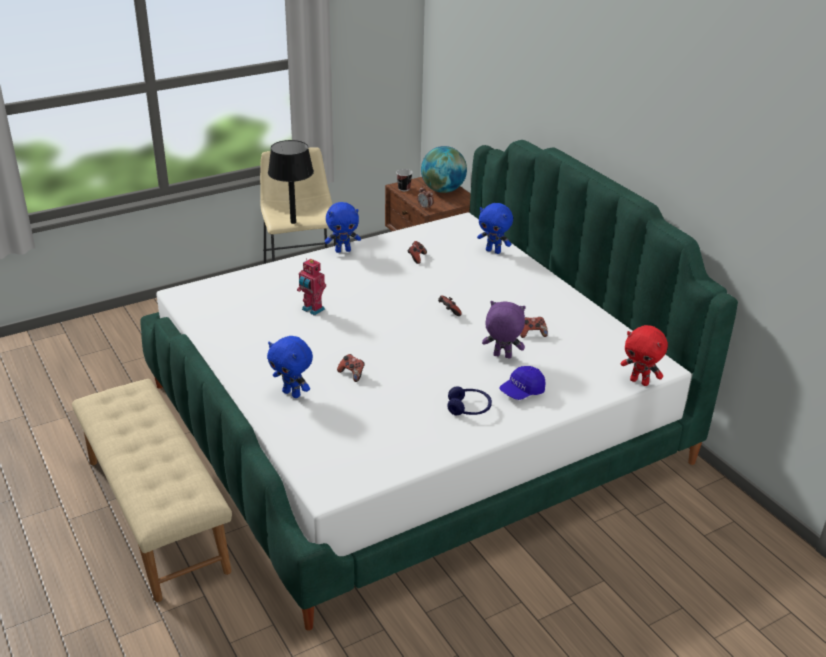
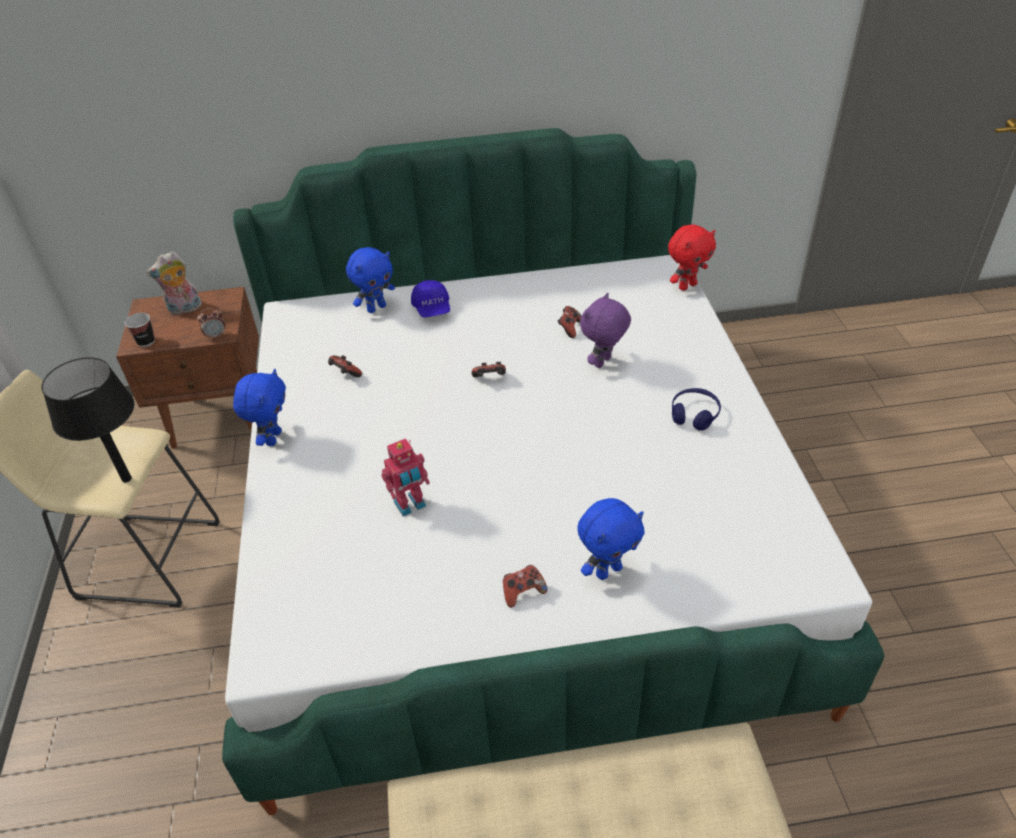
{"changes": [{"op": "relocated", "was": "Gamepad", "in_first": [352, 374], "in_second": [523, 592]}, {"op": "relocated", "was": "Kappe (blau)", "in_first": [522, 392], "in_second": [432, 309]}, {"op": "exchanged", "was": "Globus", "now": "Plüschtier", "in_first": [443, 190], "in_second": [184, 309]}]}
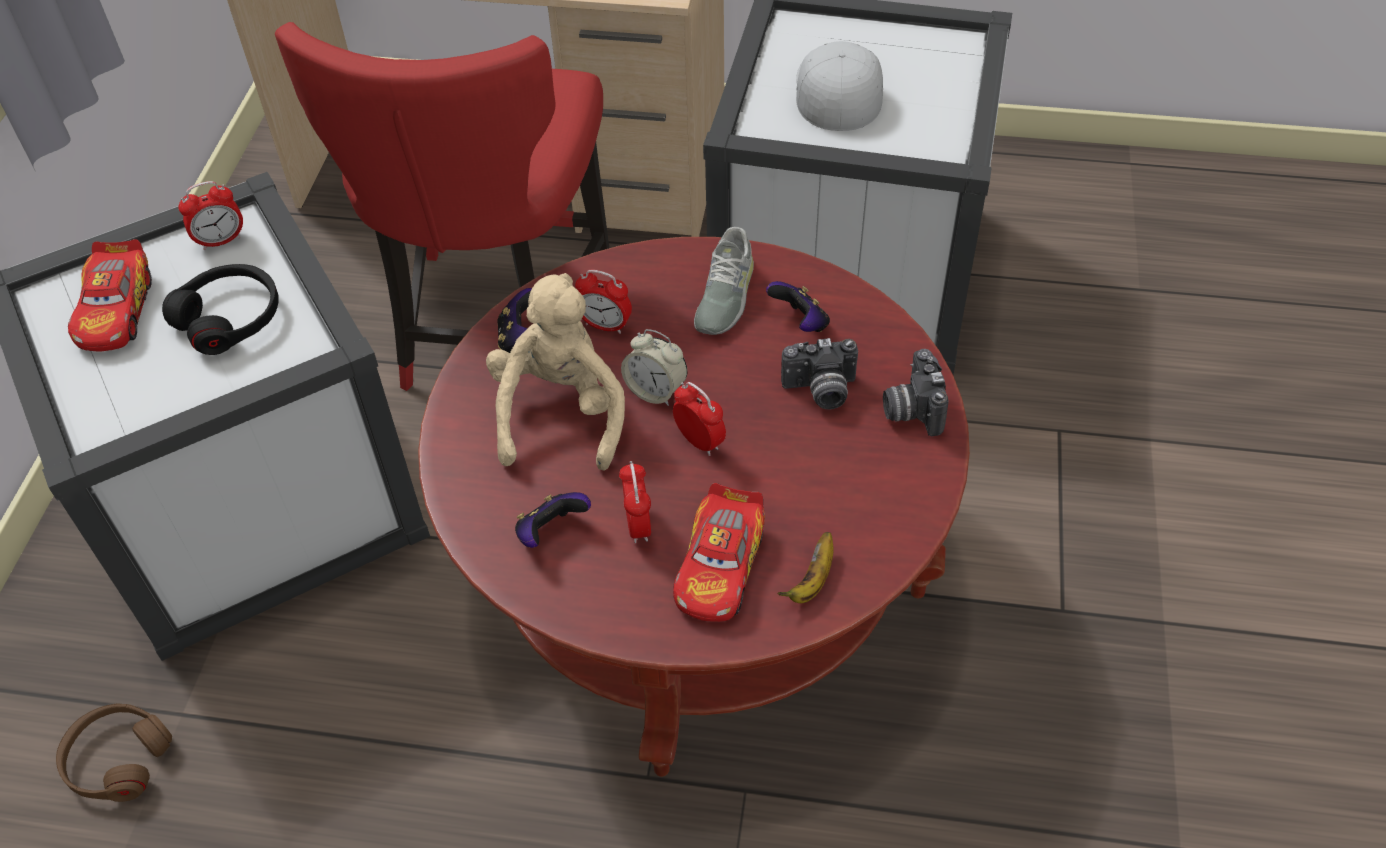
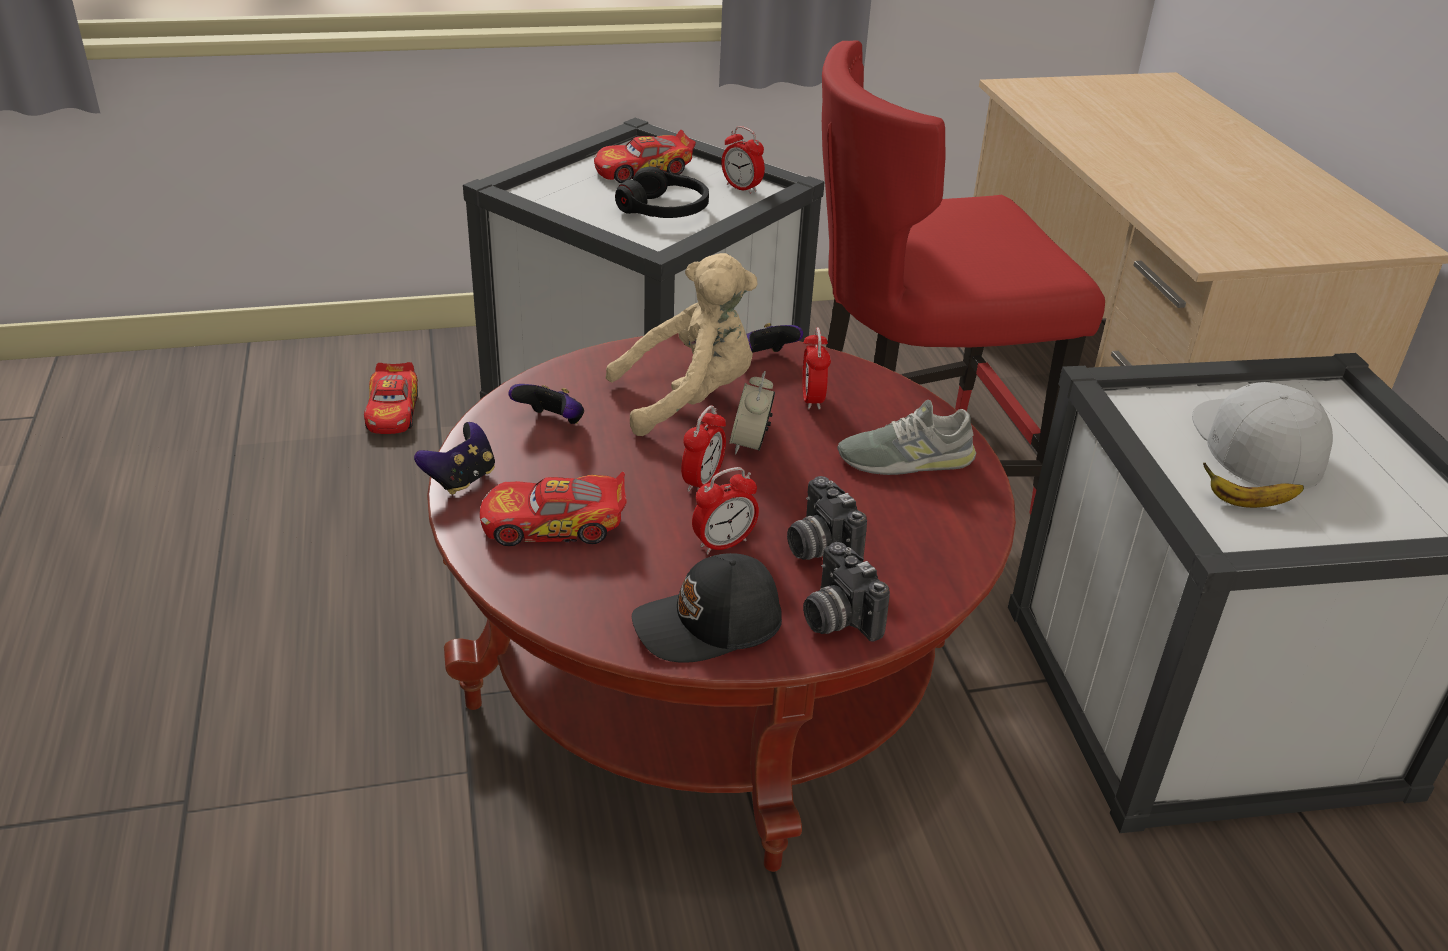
{"changes": [{"op": "appeared", "now": "Kappe (schwarz)", "in_second": [709, 626]}, {"op": "relocated", "was": "Wecker", "in_first": [638, 525], "in_second": [723, 544]}, {"op": "relocated", "was": "Gamepad", "in_first": [800, 323], "in_second": [461, 479]}, {"op": "relocated", "was": "Banane", "in_first": [812, 581], "in_second": [1247, 503]}, {"op": "exchanged", "was": "Kopfhörer (braun)", "now": "Spielzeugauto", "in_first": [118, 759], "in_second": [393, 411]}, {"op": "spun", "was": "Kappe (weiß)", "in_first": [837, 90], "in_second": [1255, 442], "clockwise": -75}, {"op": "spun", "was": "Kamera", "in_first": [911, 409], "in_second": [836, 618], "clockwise": -90}]}
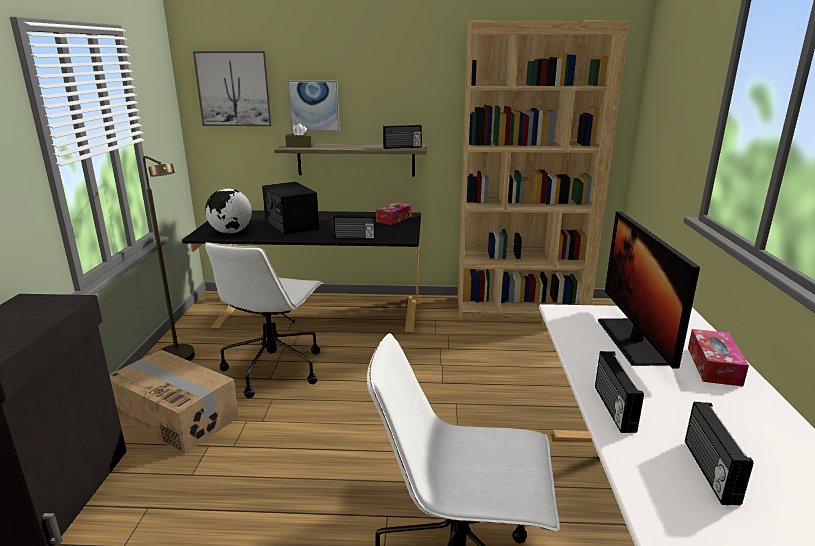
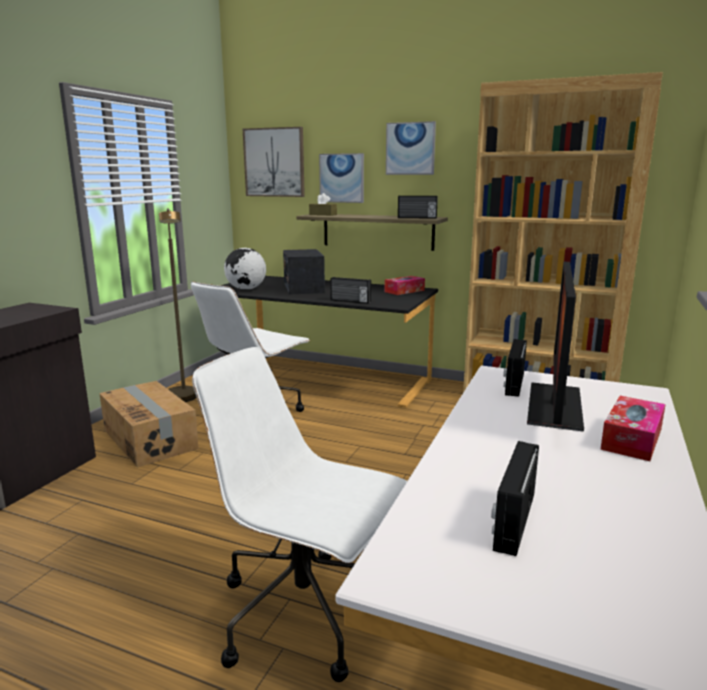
{"changes": [{"op": "appeared", "now": "Bild", "in_second": [410, 148]}, {"op": "relocated", "was": "Radio", "in_first": [612, 408], "in_second": [513, 384]}]}
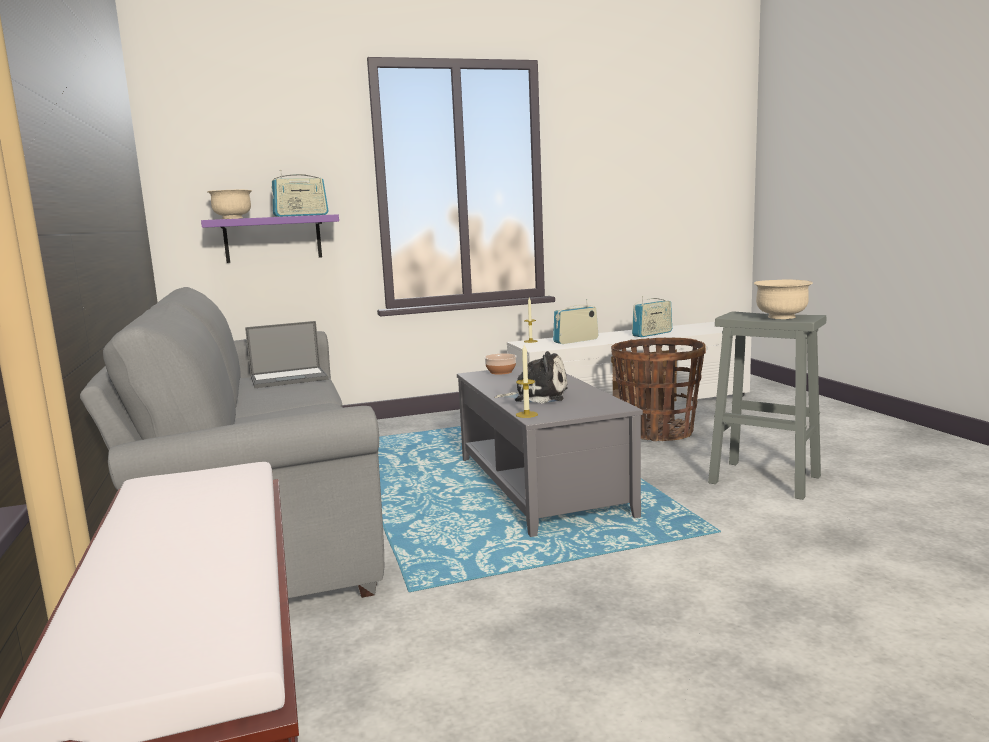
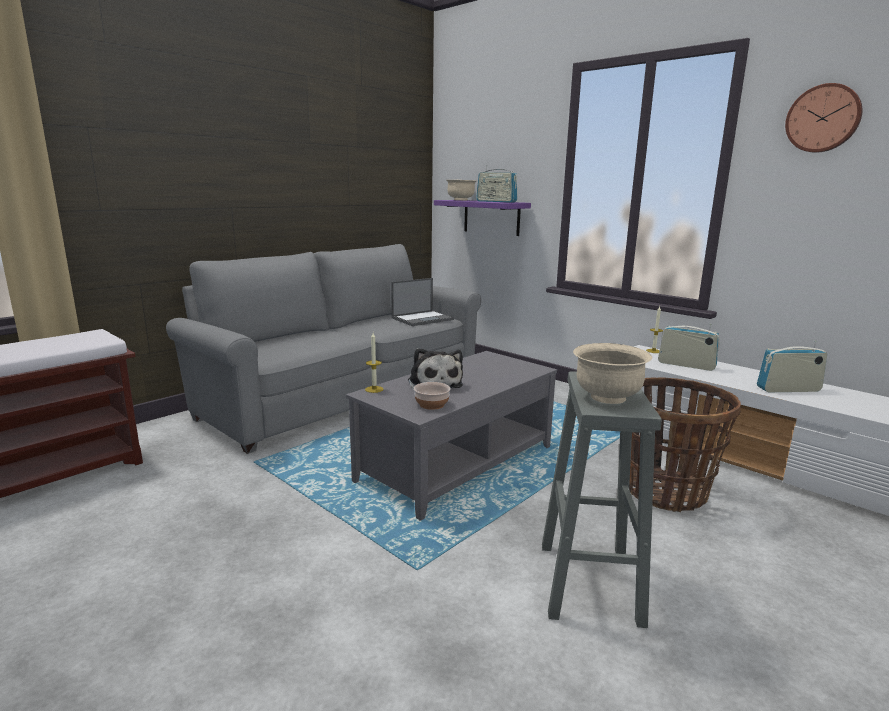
{"changes": [{"op": "appeared", "now": "Wanduhr", "in_second": [823, 118]}, {"op": "relocated", "was": "Schüssel", "in_first": [500, 372], "in_second": [432, 404]}, {"op": "spun", "was": "Laptop", "in_first": [290, 378], "in_second": [423, 319], "clockwise": -75}, {"op": "spun", "was": "Radio", "in_first": [652, 334], "in_second": [788, 389], "clockwise": 150}]}
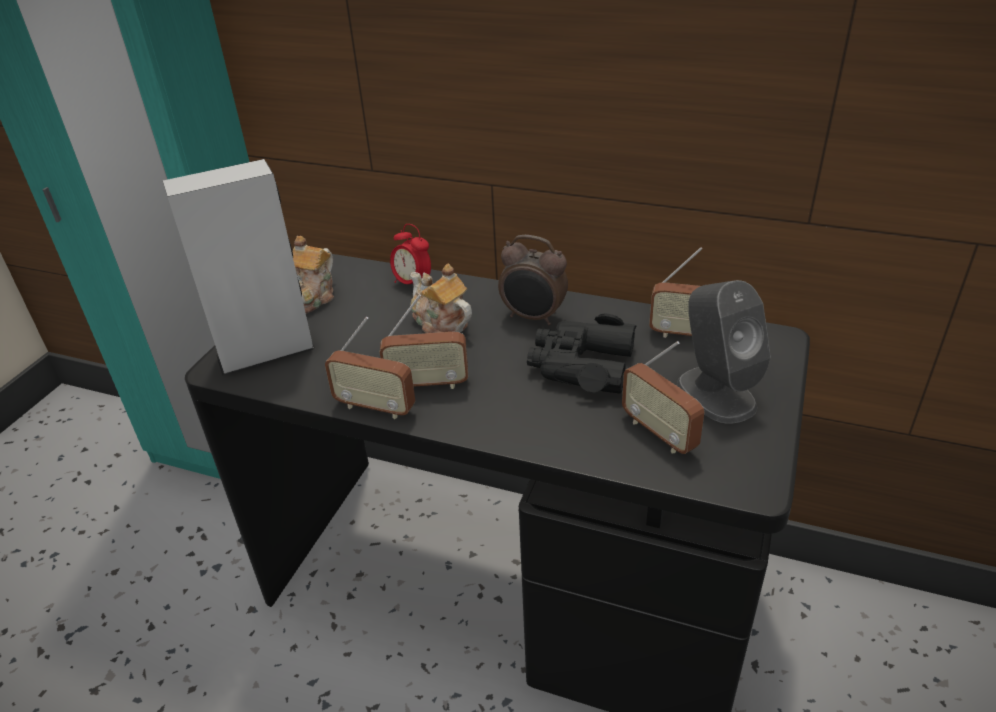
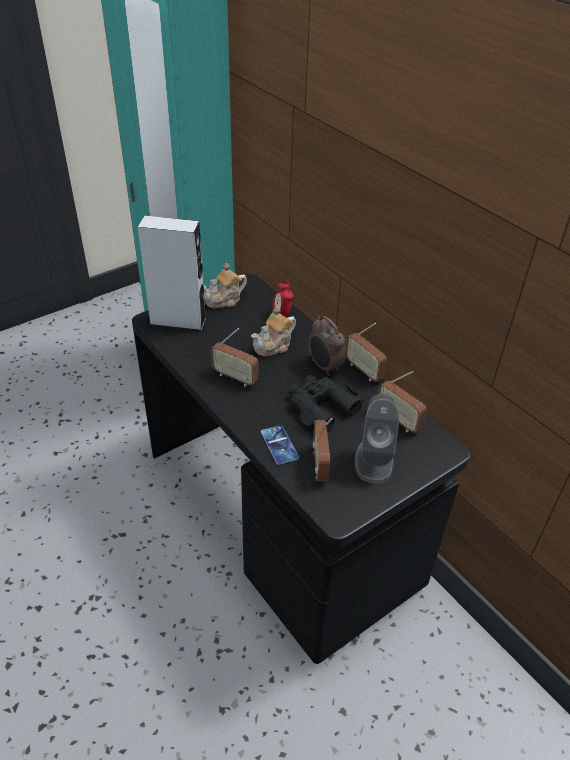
{"changes": [{"op": "appeared", "now": "Handy", "in_second": [279, 445]}, {"op": "relocated", "was": "Radio", "in_first": [375, 407], "in_second": [363, 370]}, {"op": "spun", "was": "Teekanne", "in_first": [440, 322], "in_second": [274, 346], "clockwise": -120}]}
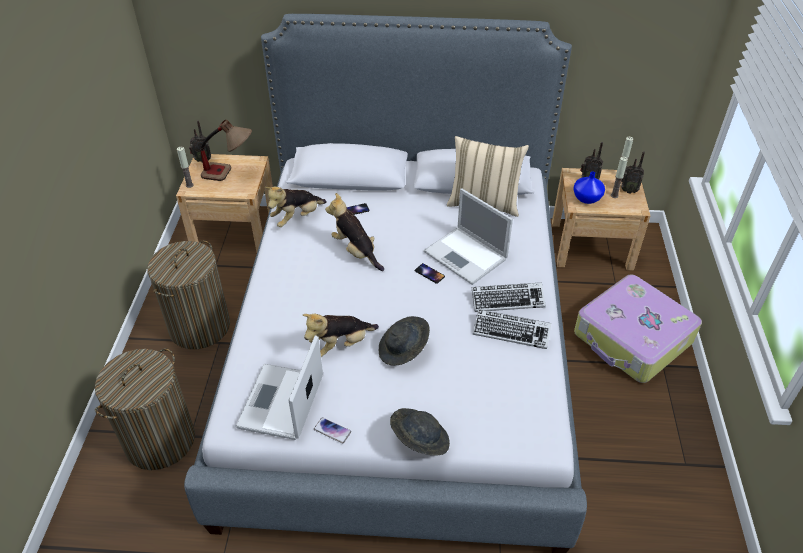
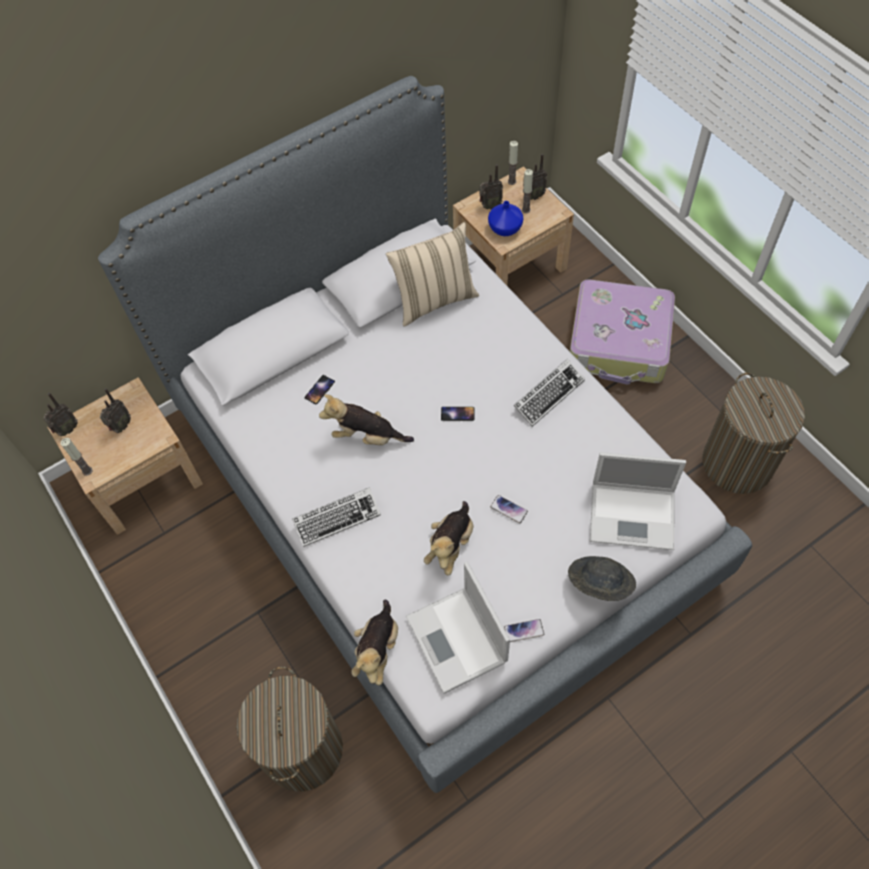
{"changes": [{"op": "relocated", "was": "Wäschekorb", "in_first": [199, 327], "in_second": [737, 463]}, {"op": "relocated", "was": "Plüschtier", "in_first": [297, 218], "in_second": [377, 650]}, {"op": "relocated", "was": "Laptop", "in_first": [466, 256], "in_second": [634, 515]}, {"op": "relocated", "was": "Tastatur", "in_first": [511, 332], "in_second": [337, 518]}, {"op": "exchanged", "was": "Tischlampe", "now": "Radio", "in_first": [231, 174], "in_second": [120, 427]}, {"op": "exchanged", "was": "Hut (grau)", "now": "Handy", "in_first": [403, 350], "in_second": [508, 509]}]}
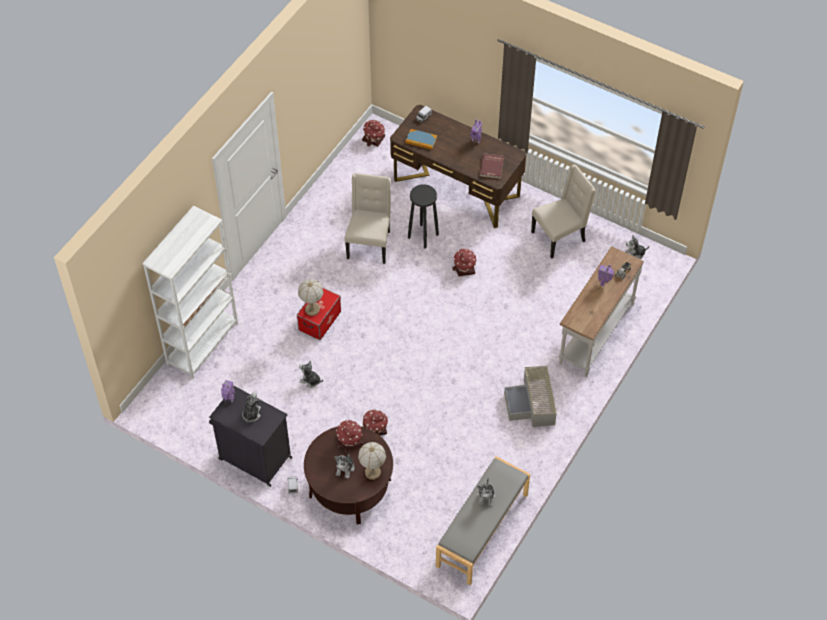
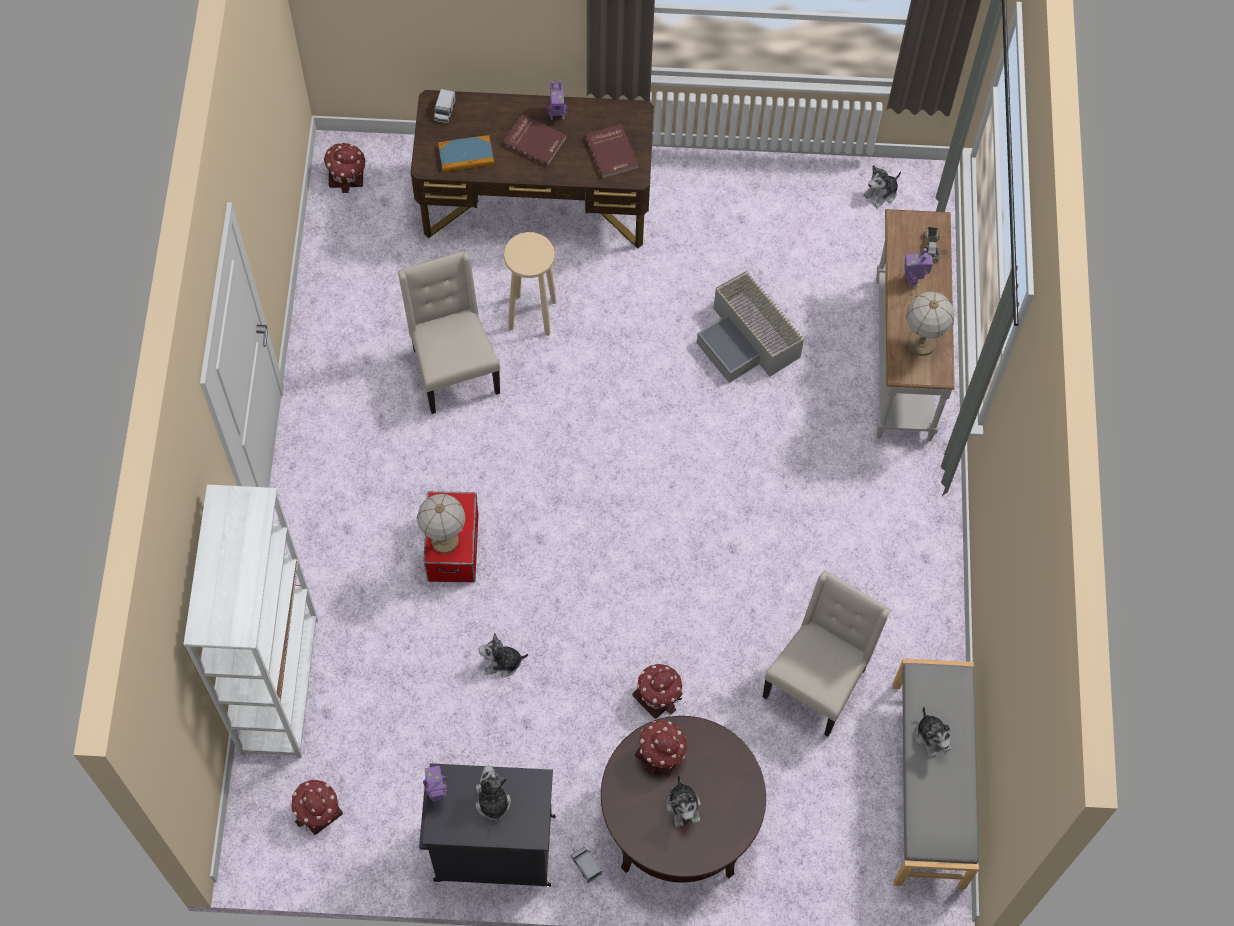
{"changes": [{"op": "appeared", "now": "Buch (rot)", "in_second": [535, 141]}, {"op": "relocated", "was": "Tischlampe", "in_first": [372, 472], "in_second": [921, 344]}, {"op": "relocated", "was": "Spielzeughaus", "in_first": [464, 268], "in_second": [318, 811]}, {"op": "relocated", "was": "Aufbewahrungsbox (grau)", "in_first": [532, 404], "in_second": [748, 340]}, {"op": "relocated", "was": "Stuhl (beige)", "in_first": [559, 237], "in_second": [816, 682]}, {"op": "colour", "was": "Hocker (schwarz)", "now": "Hocker (beige)", "in_first": [422, 235], "in_second": [531, 314]}]}
